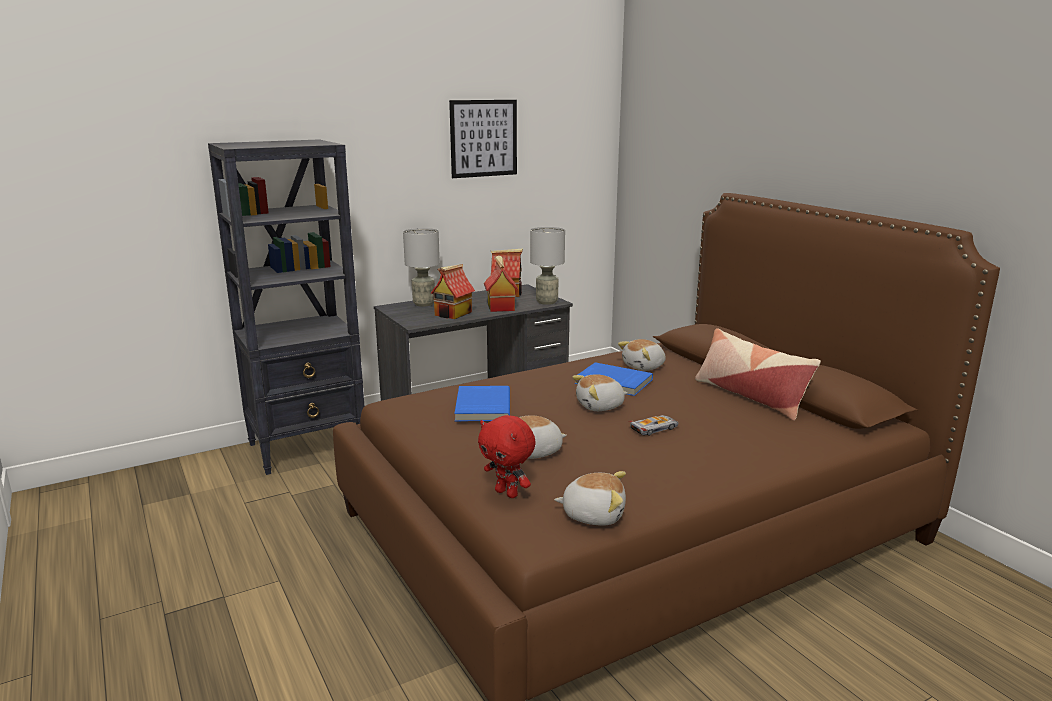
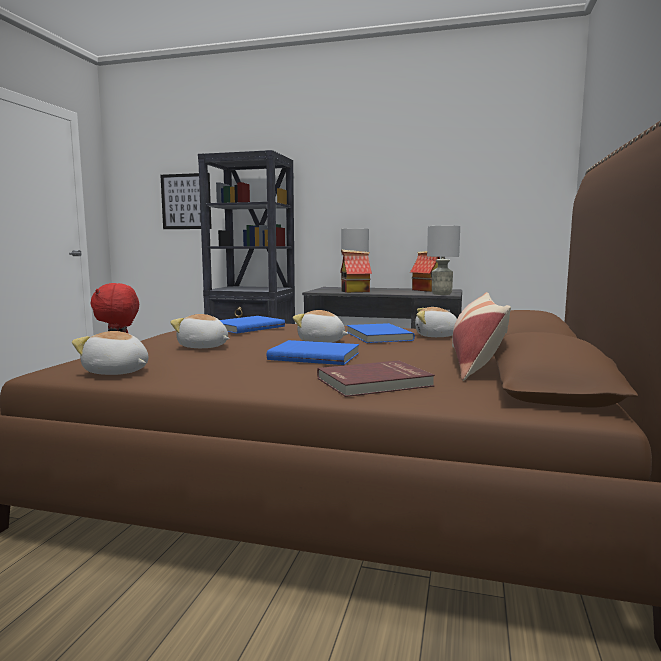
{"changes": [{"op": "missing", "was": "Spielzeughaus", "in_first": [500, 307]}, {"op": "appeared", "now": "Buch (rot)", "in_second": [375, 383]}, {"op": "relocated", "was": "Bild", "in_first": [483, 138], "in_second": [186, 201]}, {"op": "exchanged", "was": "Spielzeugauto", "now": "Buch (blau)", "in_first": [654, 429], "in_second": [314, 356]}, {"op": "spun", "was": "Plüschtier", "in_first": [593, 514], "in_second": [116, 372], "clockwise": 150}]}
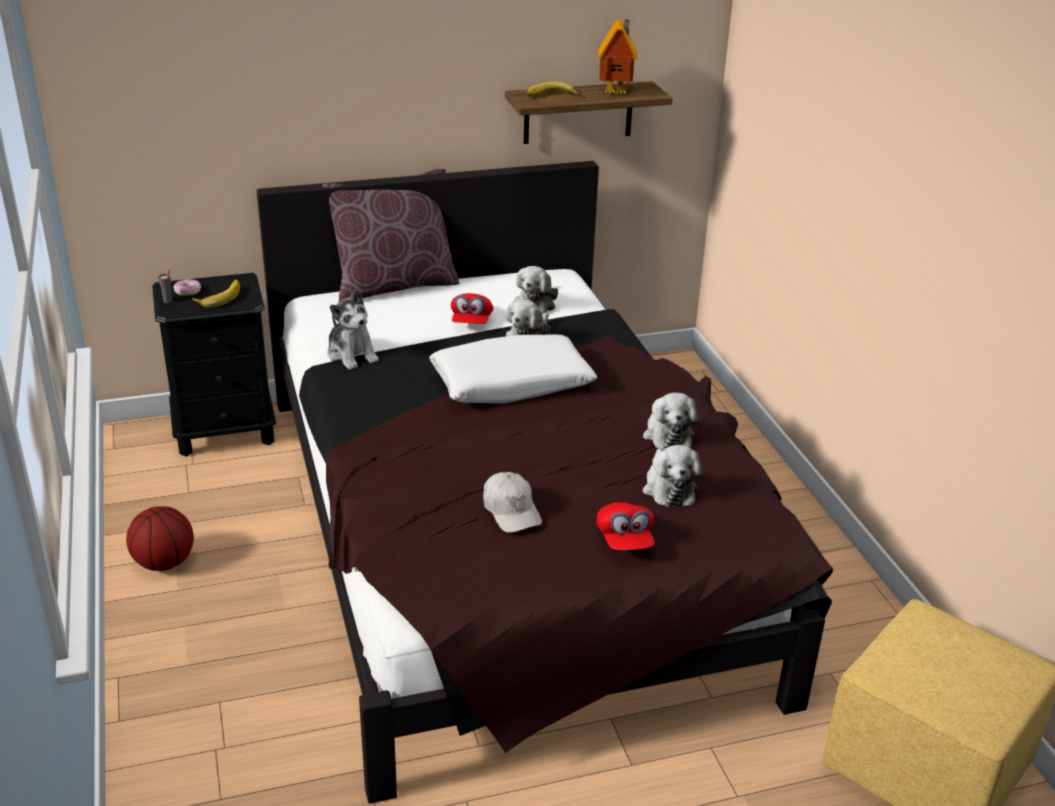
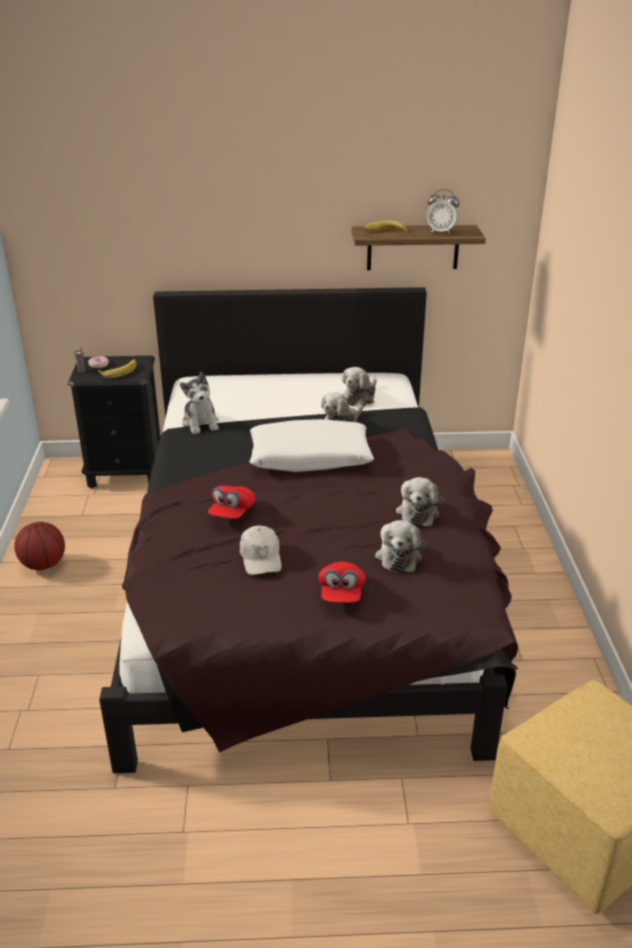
{"changes": [{"op": "missing", "was": "Kissen (braun)", "in_first": [394, 285]}, {"op": "relocated", "was": "Kappe (rot)", "in_first": [471, 322], "in_second": [232, 513]}, {"op": "exchanged", "was": "Spielzeughaus", "now": "Wecker", "in_first": [616, 92], "in_second": [441, 232]}]}
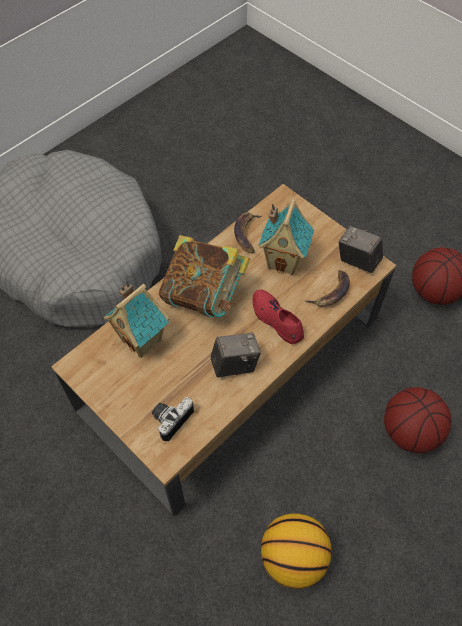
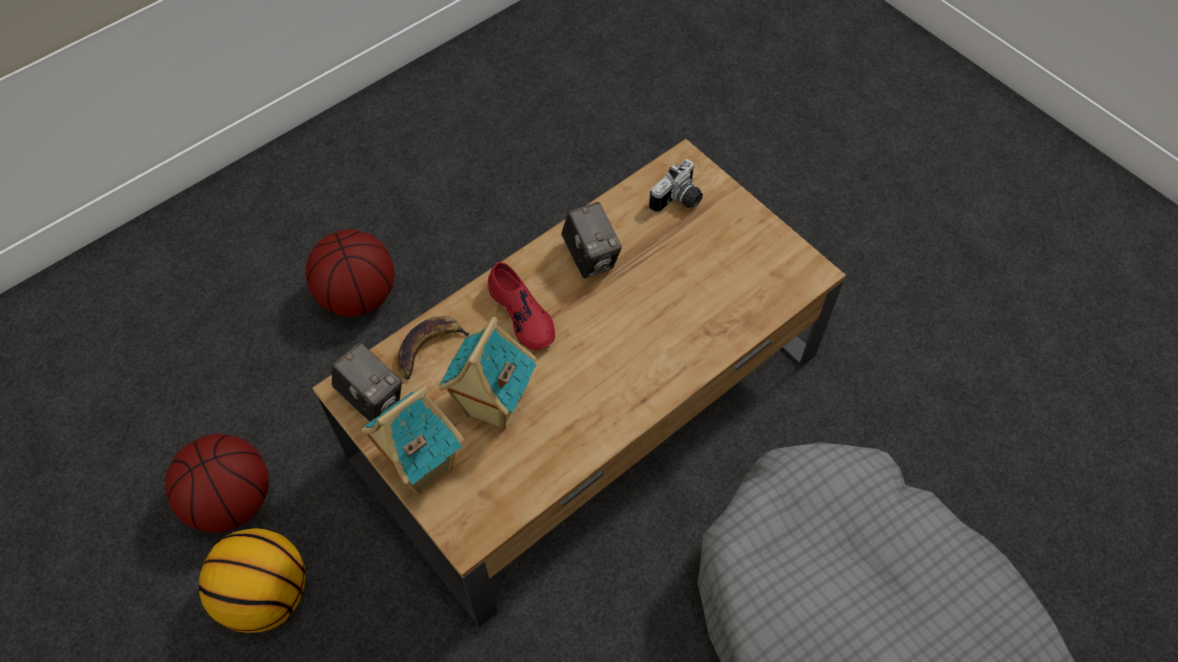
{"changes": [{"op": "missing", "was": "Buch", "in_first": [204, 294]}, {"op": "missing", "was": "Banane", "in_first": [247, 234]}, {"op": "relocated", "was": "Spielzeughaus", "in_first": [143, 340], "in_second": [420, 466]}, {"op": "relocated", "was": "Basketball", "in_first": [292, 557], "in_second": [266, 596]}, {"op": "spun", "was": "Kamera", "in_first": [234, 364], "in_second": [590, 257], "clockwise": -105}]}
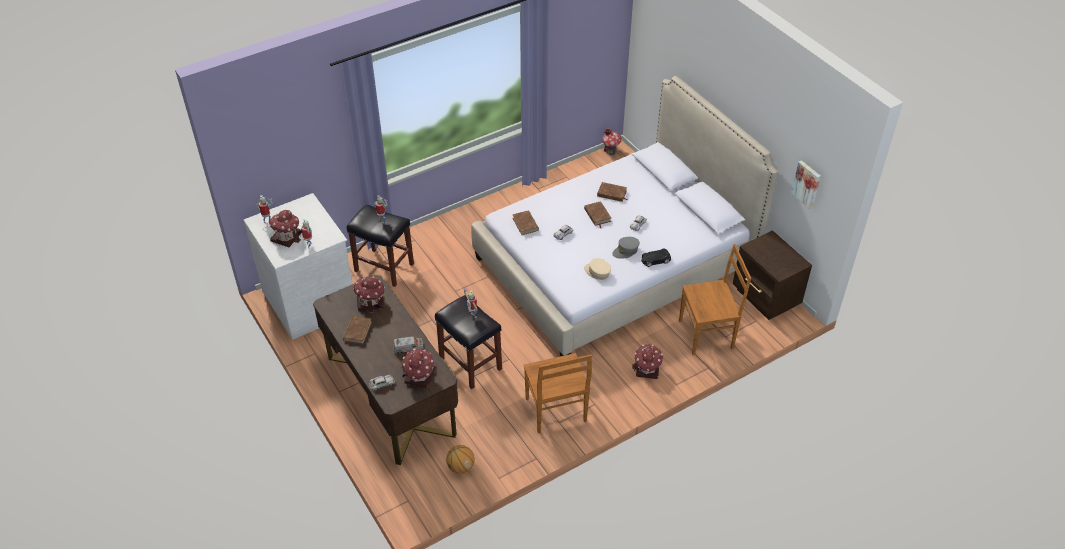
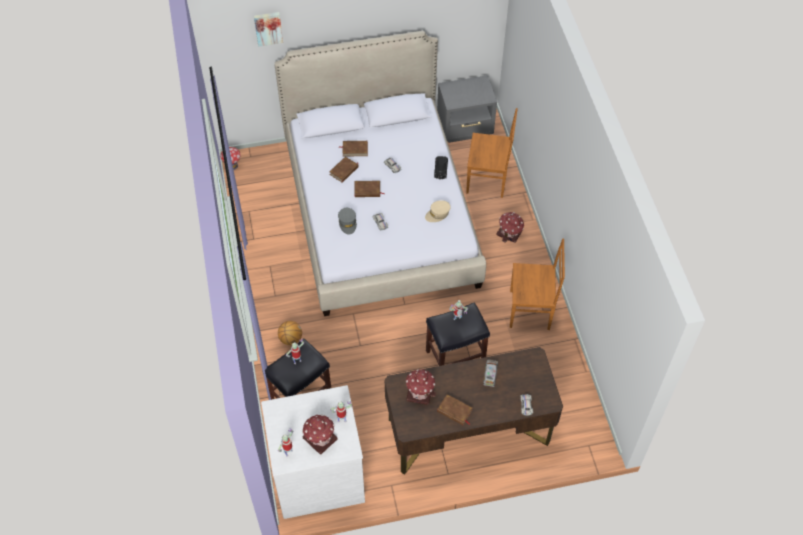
{"changes": [{"op": "missing", "was": "Spielzeughaus", "in_first": [419, 377]}, {"op": "relocated", "was": "Basketball", "in_first": [460, 467], "in_second": [290, 339]}, {"op": "relocated", "was": "Buch (braun)", "in_first": [525, 224], "in_second": [355, 149]}, {"op": "relocated", "was": "Kappe (grau)", "in_first": [626, 251], "in_second": [347, 223]}, {"op": "relocated", "was": "Bild", "in_first": [807, 184], "in_second": [268, 28]}, {"op": "colour", "was": "Nachttisch (braun)", "now": "Nachttisch (grau)", "in_first": [765, 298], "in_second": [465, 128]}, {"op": "spun", "was": "Stuhl (braun)", "in_first": [707, 334], "in_second": [488, 180], "clockwise": 90}]}
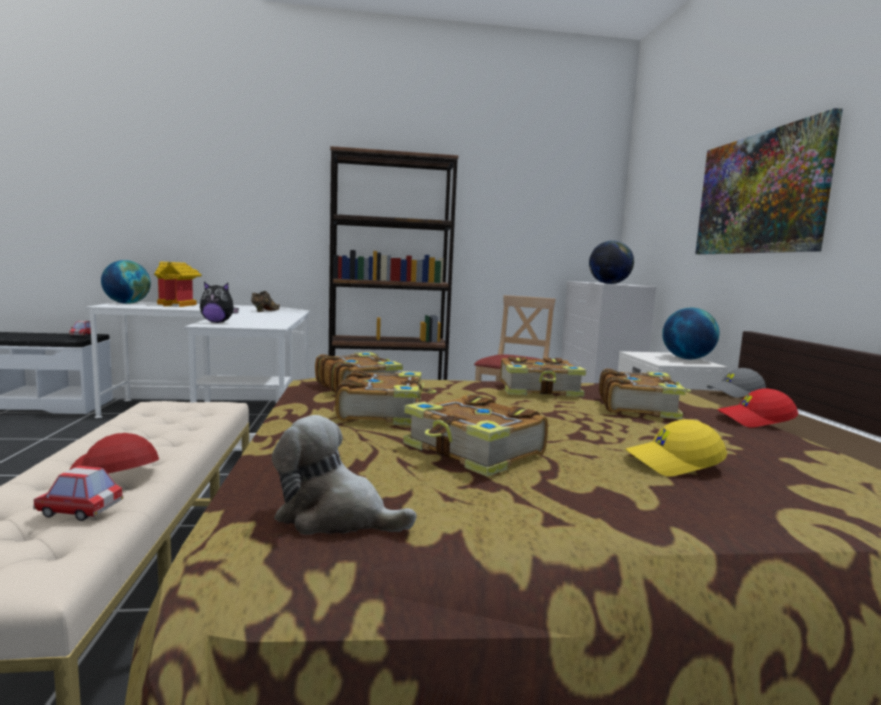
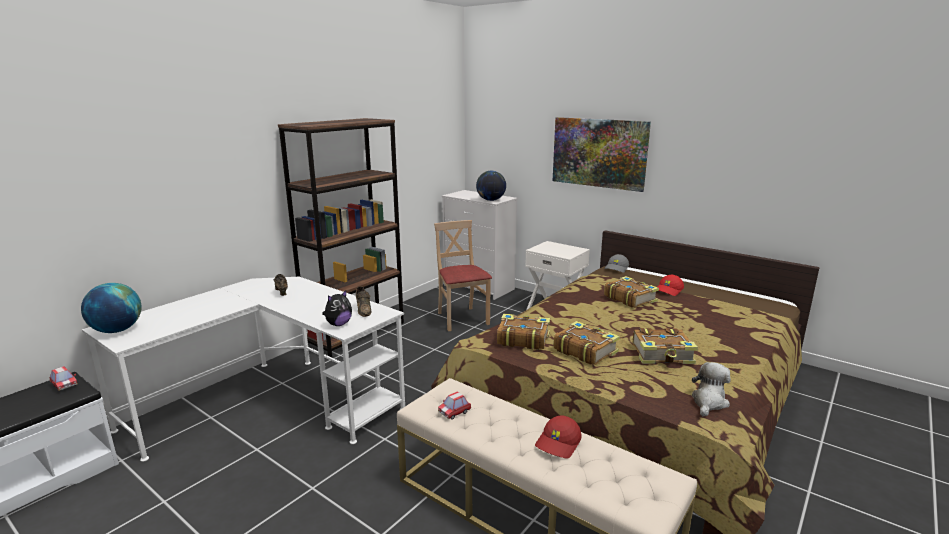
{"changes": [{"op": "missing", "was": "Spielzeughaus", "in_first": [179, 305]}, {"op": "missing", "was": "Buch", "in_first": [540, 390]}, {"op": "missing", "was": "Kappe (gelb)", "in_first": [673, 464]}, {"op": "missing", "was": "Globus", "in_first": [687, 359]}, {"op": "appeared", "now": "Schuh (braun)", "in_second": [363, 310]}, {"op": "relocated", "was": "Spielzeugauto", "in_first": [80, 510], "in_second": [454, 412]}, {"op": "spun", "was": "Kappe (rot)", "in_first": [113, 472], "in_second": [559, 444], "clockwise": -45}, {"op": "spun", "was": "Plüschtier", "in_first": [335, 517], "in_second": [708, 402], "clockwise": 150}]}
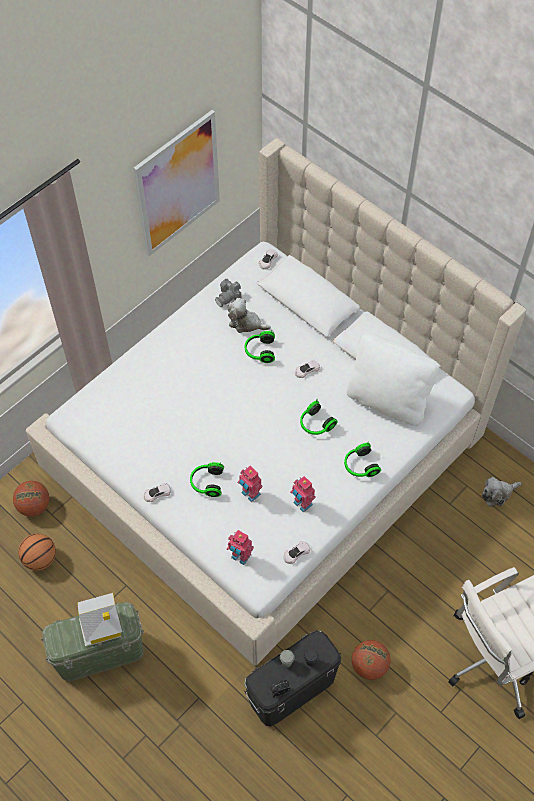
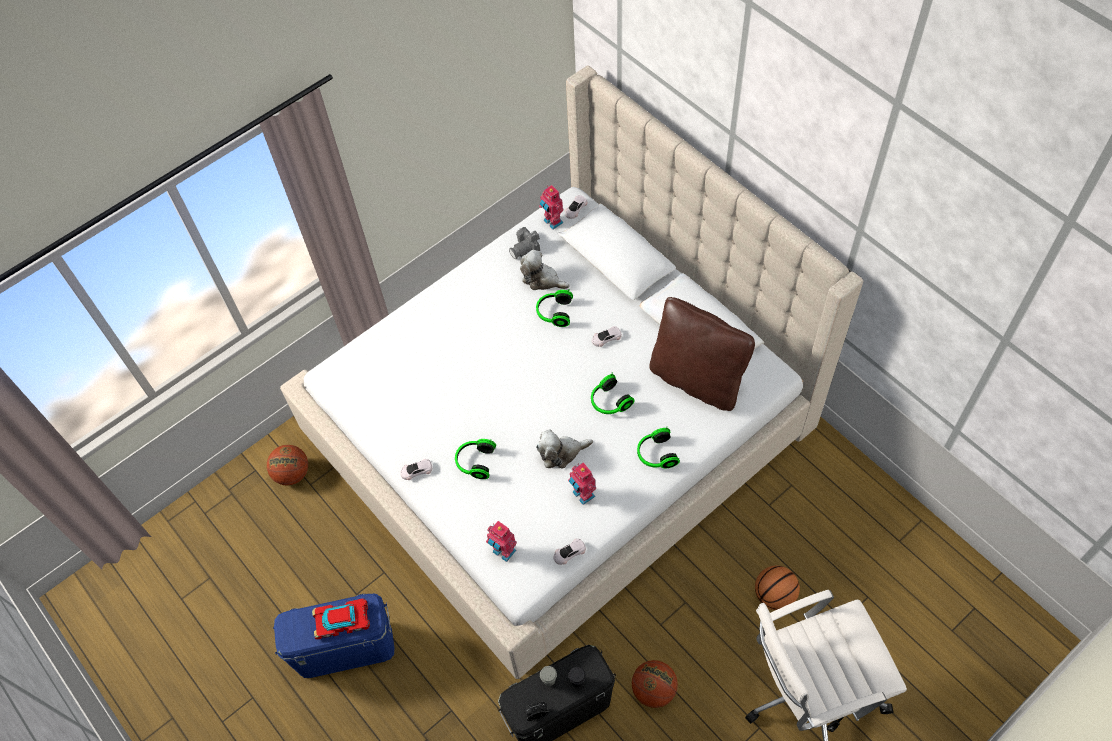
{"changes": [{"op": "missing", "was": "Bild", "in_first": [178, 184]}, {"op": "relocated", "was": "Basketball", "in_first": [40, 559], "in_second": [774, 595]}, {"op": "relocated", "was": "Spielzeugroboter", "in_first": [250, 494], "in_second": [552, 222]}, {"op": "relocated", "was": "Plüschtier", "in_first": [497, 494], "in_second": [561, 453]}, {"op": "exchanged", "was": "Spielzeughaus", "now": "Spielzeugauto", "in_first": [102, 628], "in_second": [342, 621]}, {"op": "colour", "was": "Aufbewahrungsbox (grün)", "now": "Aufbewahrungsbox (blau)", "in_first": [100, 653], "in_second": [345, 648]}, {"op": "colour", "was": "Kissen (weiß)", "now": "Kissen (braun)", "in_first": [387, 400], "in_second": [697, 379]}]}
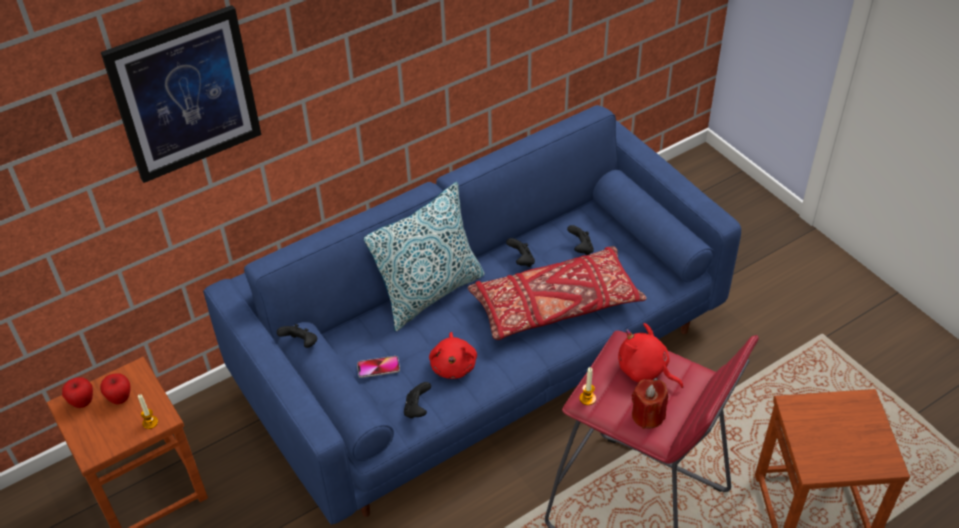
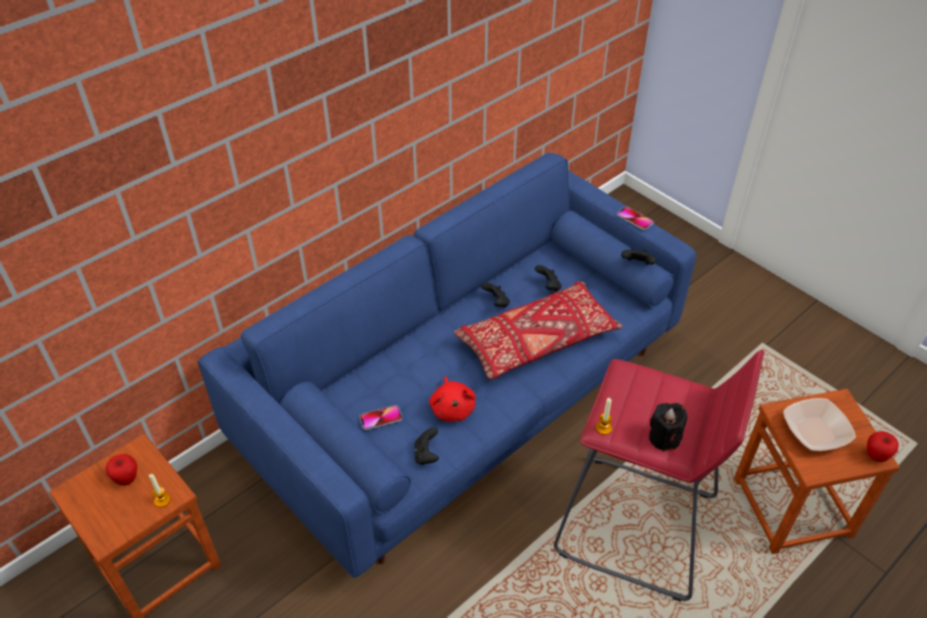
{"changes": [{"op": "missing", "was": "Bild", "in_first": [185, 94]}, {"op": "missing", "was": "Kissen", "in_first": [430, 293]}, {"op": "missing", "was": "Plüschtier (rot)", "in_first": [645, 371]}, {"op": "appeared", "now": "Handy", "in_second": [634, 219]}, {"op": "appeared", "now": "Schüssel", "in_second": [815, 432]}, {"op": "relocated", "was": "Apfel", "in_first": [82, 402], "in_second": [876, 456]}, {"op": "relocated", "was": "Gamepad (schwarz)", "in_first": [301, 344], "in_second": [637, 264]}, {"op": "colour", "was": "Kerze (rot)", "now": "Kerze (schwarz)", "in_first": [648, 415], "in_second": [664, 438]}]}
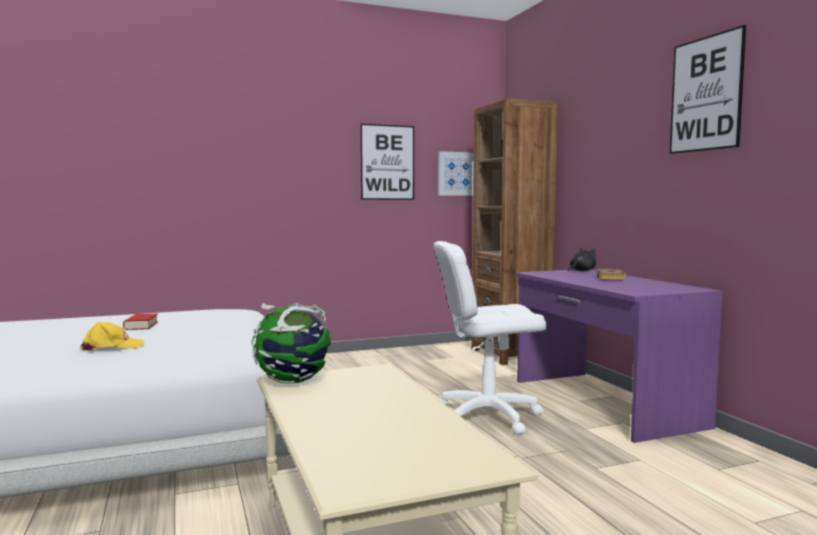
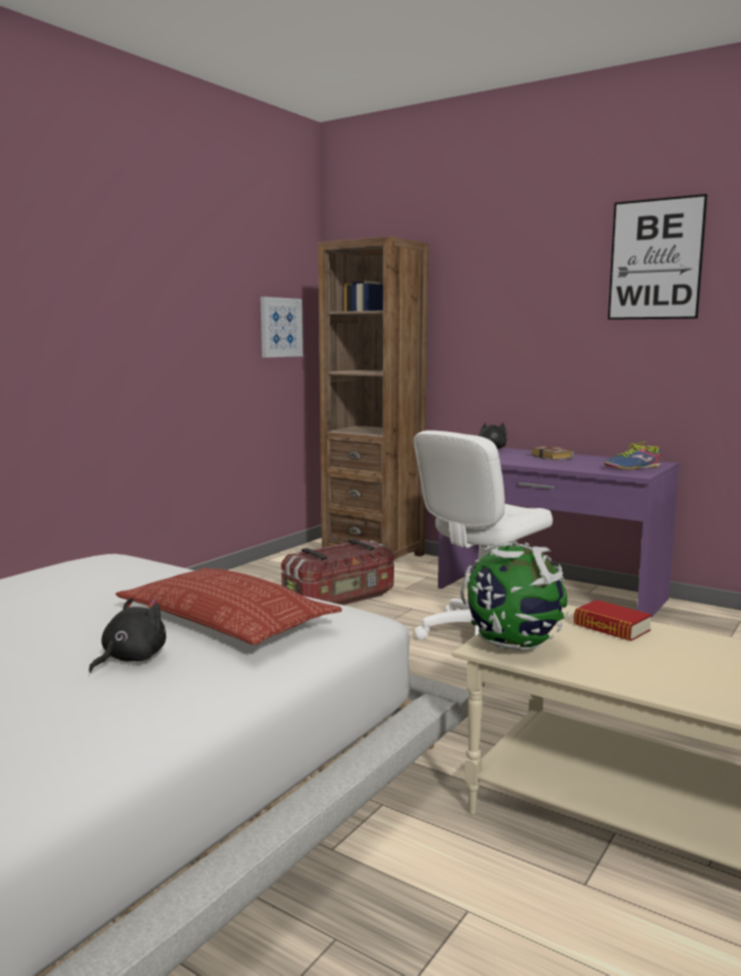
{"changes": [{"op": "missing", "was": "Bild", "in_first": [387, 162]}, {"op": "appeared", "now": "Kissen", "in_second": [225, 619]}, {"op": "appeared", "now": "Aufbewahrungsbox", "in_second": [341, 598]}, {"op": "appeared", "now": "Schuh", "in_second": [633, 468]}, {"op": "relocated", "was": "Buch", "in_first": [141, 326], "in_second": [611, 627]}, {"op": "exchanged", "was": "Kappe (gelb)", "now": "Plüschtier (schwarz)", "in_first": [112, 347], "in_second": [130, 659]}]}
